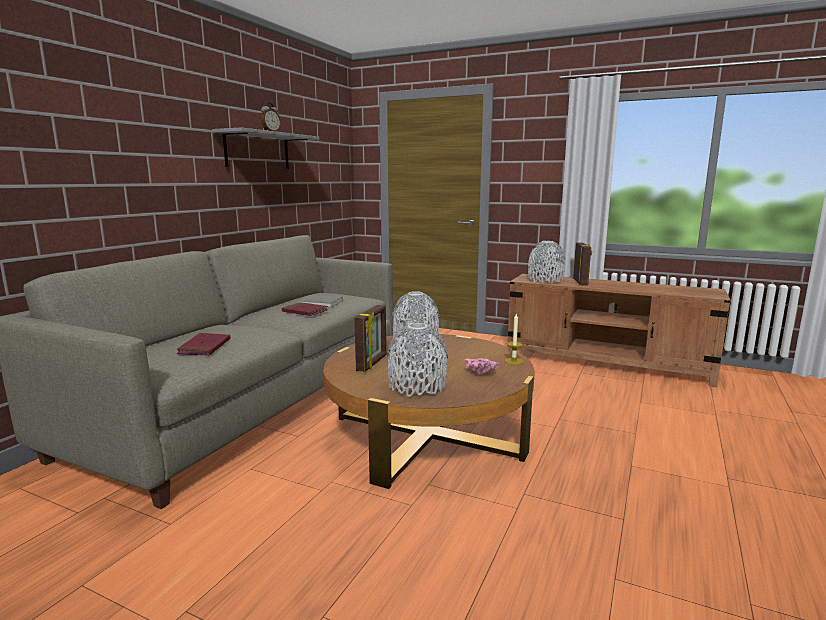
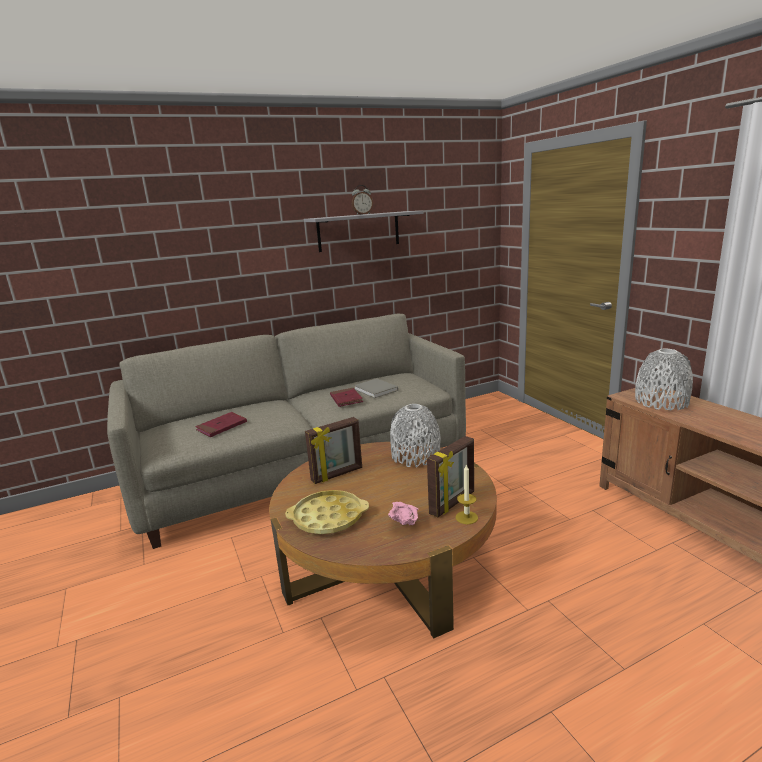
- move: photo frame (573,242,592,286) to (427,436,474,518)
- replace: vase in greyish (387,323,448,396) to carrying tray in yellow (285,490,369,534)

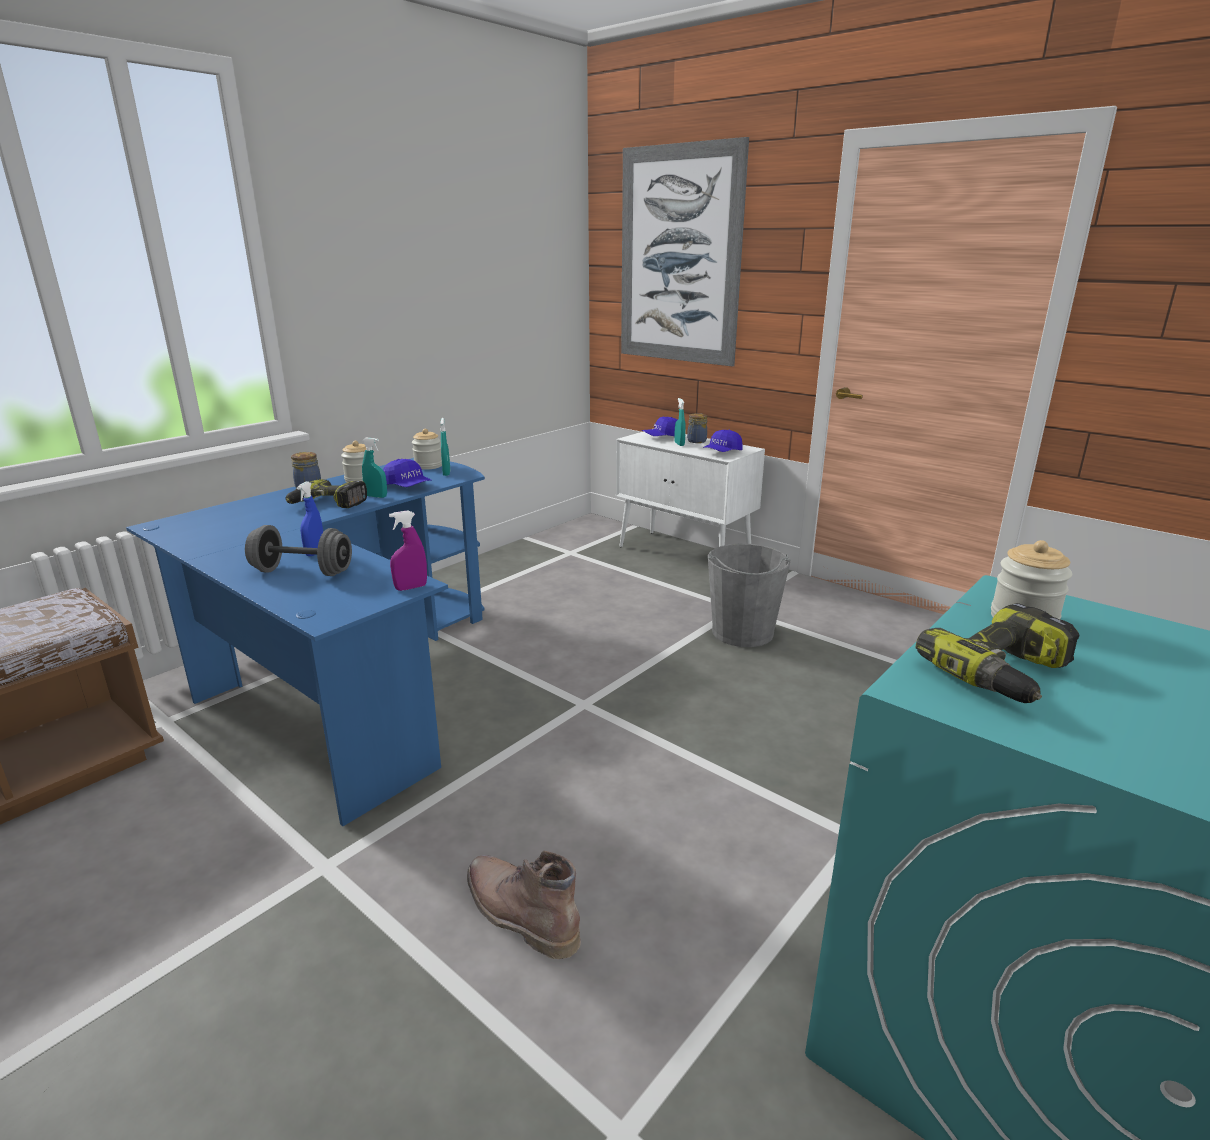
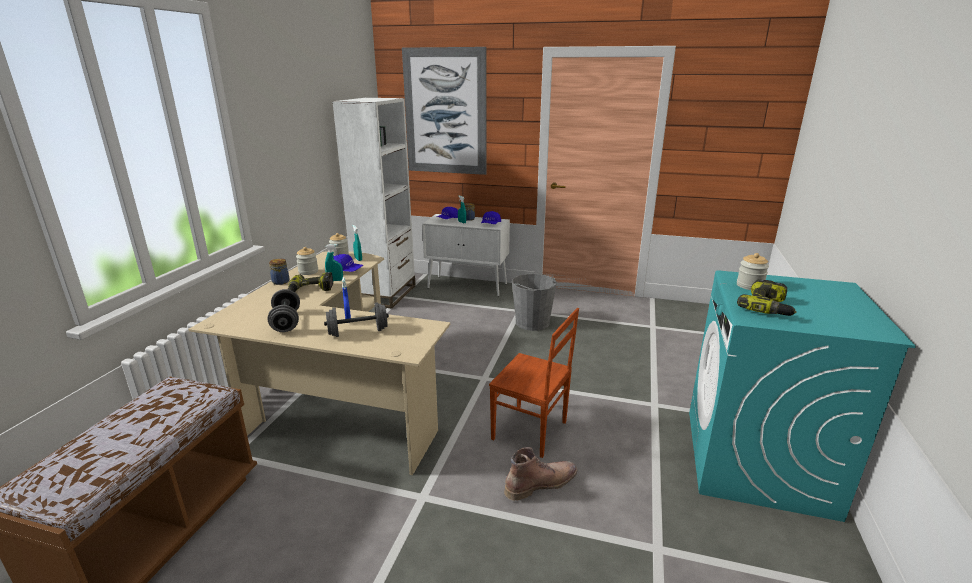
- recolor: desk table in blue (126,458,485,826) to desk table in sand-coloured (188,251,450,475)
- delete: hand sprayer in purple-coloured (389,510,427,591)
- rotate: tall boot in brown-coloured (467,850,581,959) = (504,447,577,501) 135 degrees clockwise
- insert: shelving unit in whitish (332,98,416,309)
- insert: dumbbell in greyish (268,289,300,332)
- insert: chair in brown-coloured (489,308,579,458)

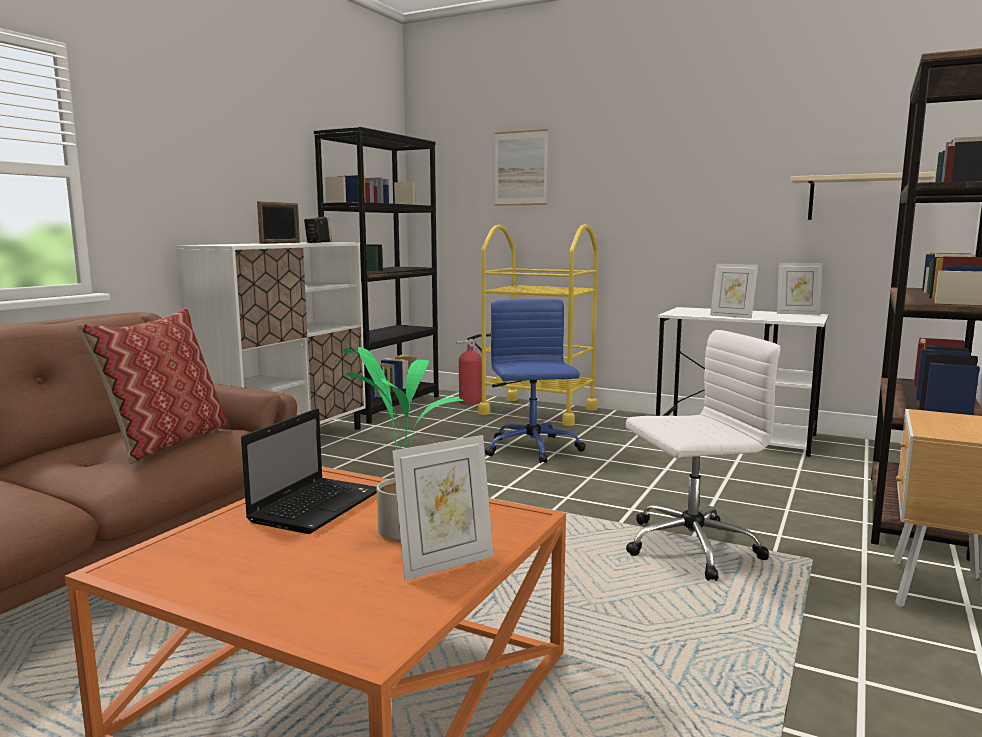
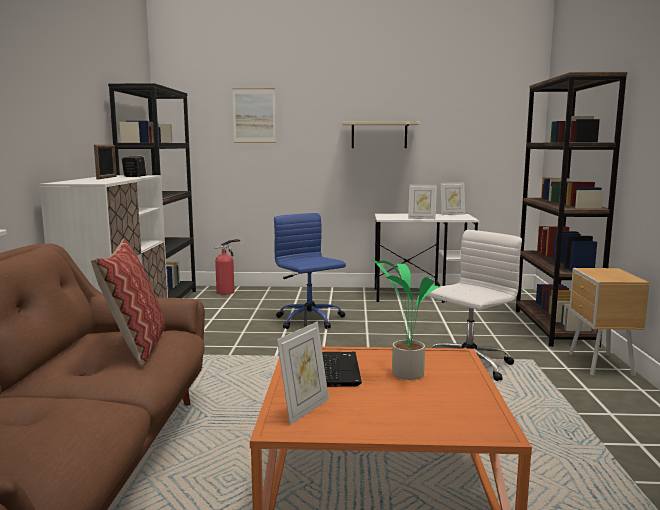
- move: wall shelf in sand-coloured (791,172,935,220) to (342,121,420,148)
- delete: cart in yellow (478,224,598,426)
- move: photo frame (392,435,494,581) to (277,322,329,425)

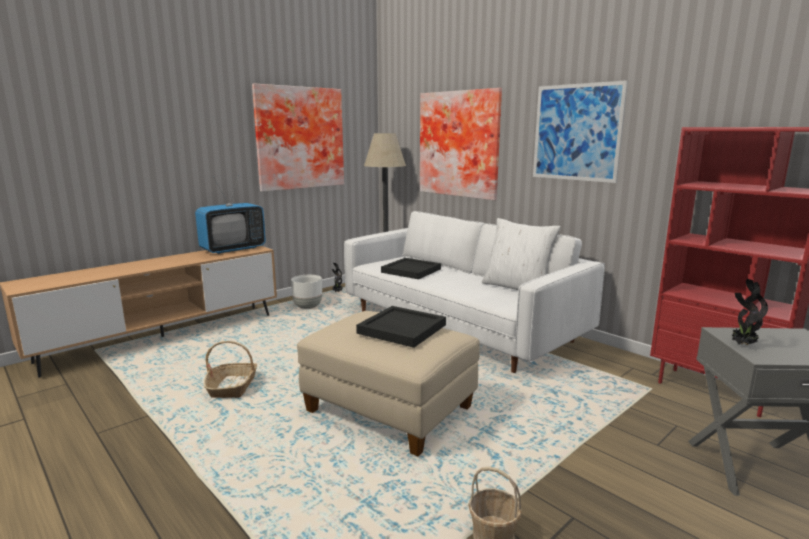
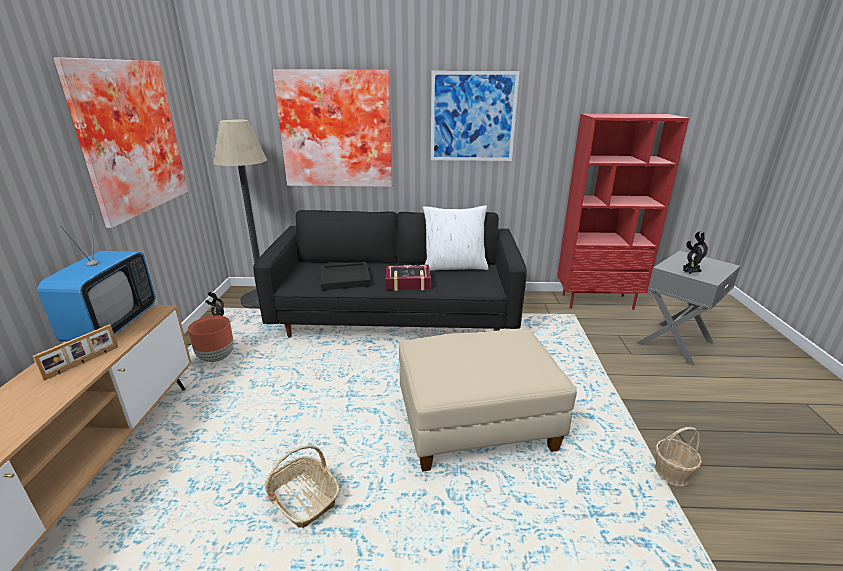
- recolor: sofa in whitish (344,211,605,373) to sofa in black (253,210,527,338)
- recolor: flower pot in whitish (291,275,322,309) to flower pot in brown-coloured (188,315,234,362)
- delete: carrying tray in black (356,306,446,348)
- insert: book (386,265,431,291)
- insert: photo frame (33,324,118,381)

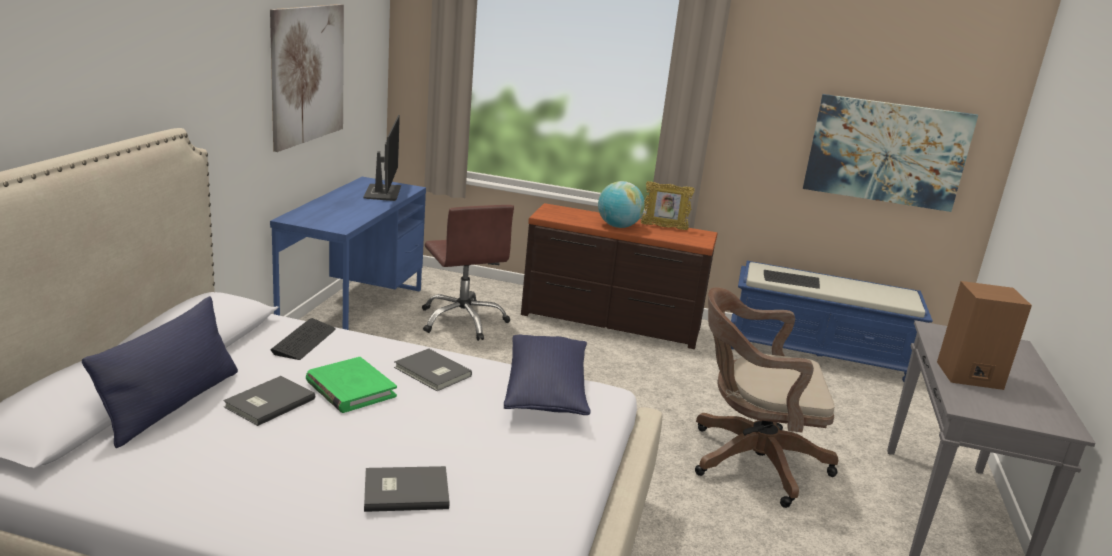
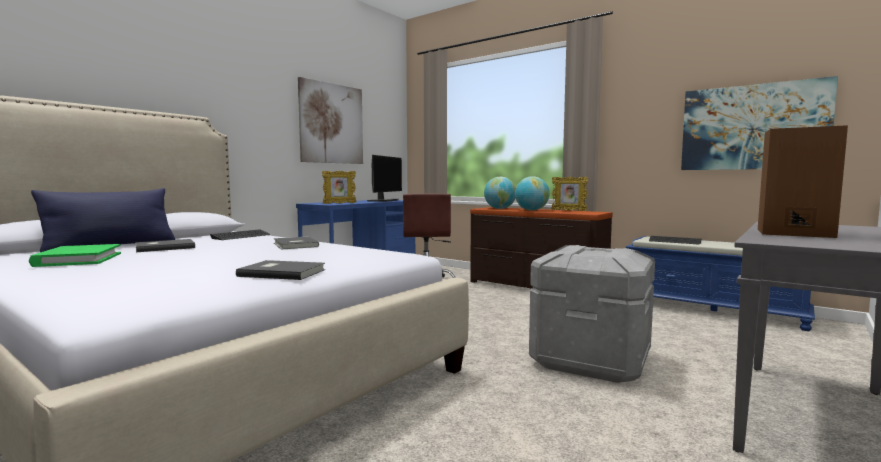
- replace: computer chair in brown-coloured (695,287,838,508) to storage box in greyish (529,245,655,383)
- delete: throw pillow in blue (504,335,591,415)
- move: book in greenish (306,357,397,413) to (29,244,121,267)
- move: book in greyish (364,466,450,512) to (236,260,325,280)
- insert: photo frame (322,171,356,204)
- insert: world globe (484,177,516,209)

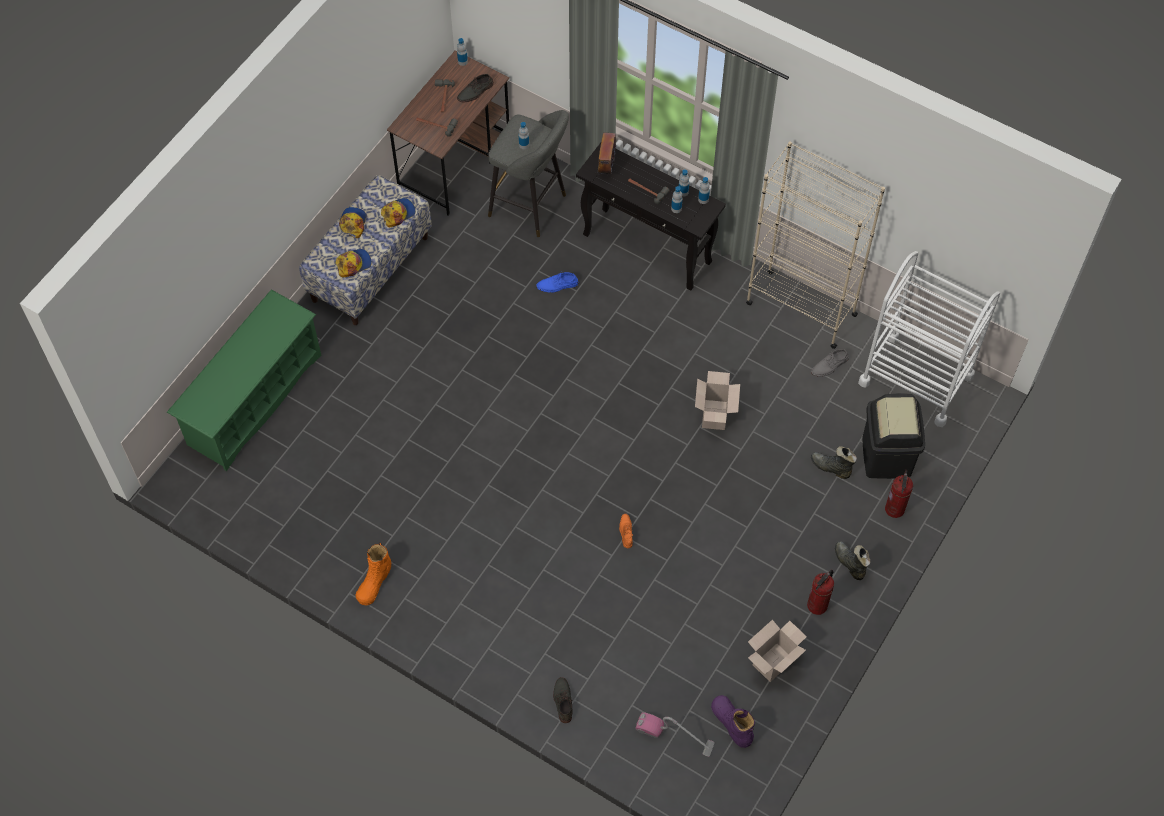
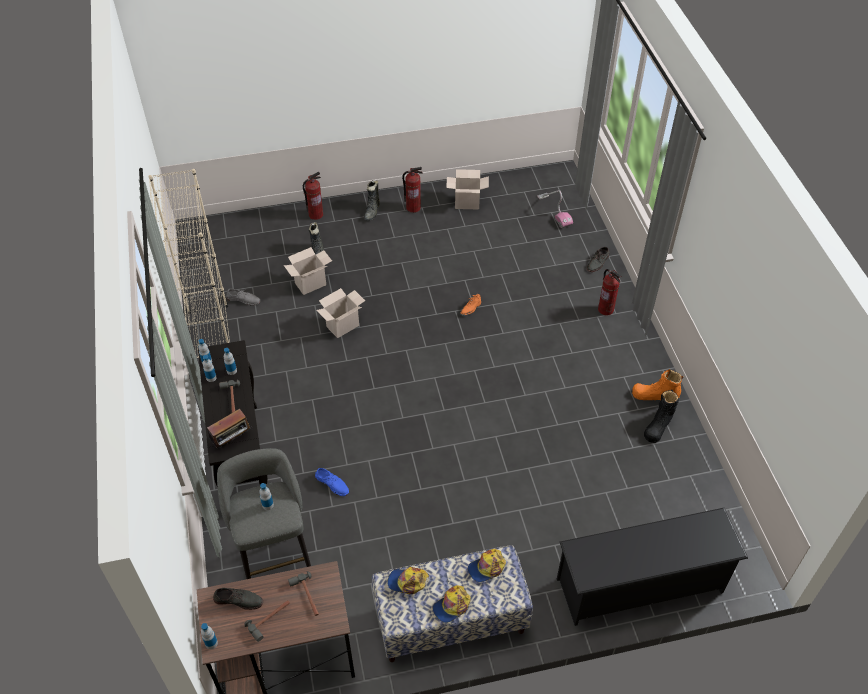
- rotate: cap (336,249,371,277) = (468,549,506,582) 45 degrees counterclockwise
- delete: cart in whitish (858,251,1000,427)
- recolor: shoe shelf in greenish (167,289,321,471) to shoe shelf in black (557,508,748,626)
- delete: waste bin in black (862,393,925,479)
- rotate: tall boot in orange (355,543,392,606) = (632,369,683,400) 150 degrees counterclockwise
- delete: tall boot in purple-coloured (711,695,755,748)
- insert: cardboard box (284,247,332,295)
- insert: extinguisher (598,269,621,315)
- insert: tall boot in black (644,390,679,443)

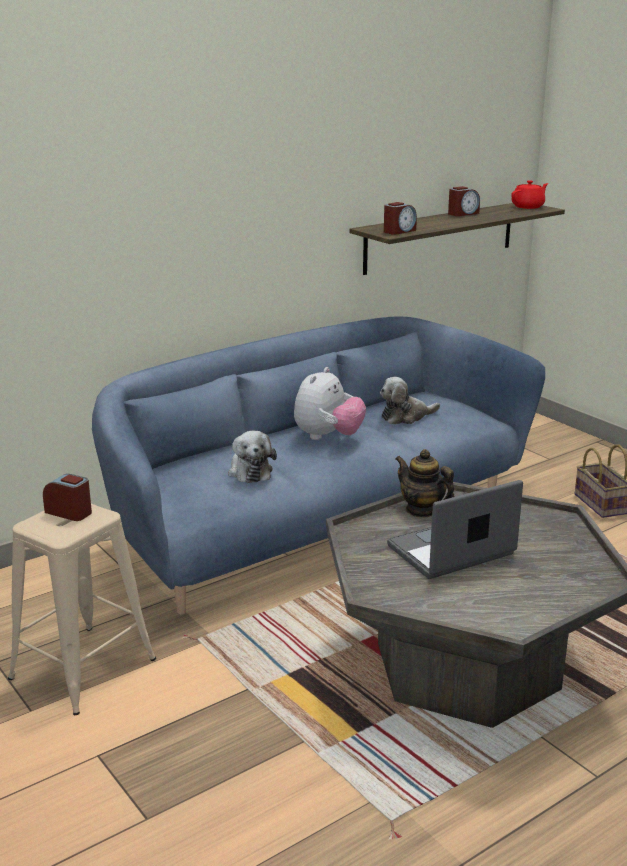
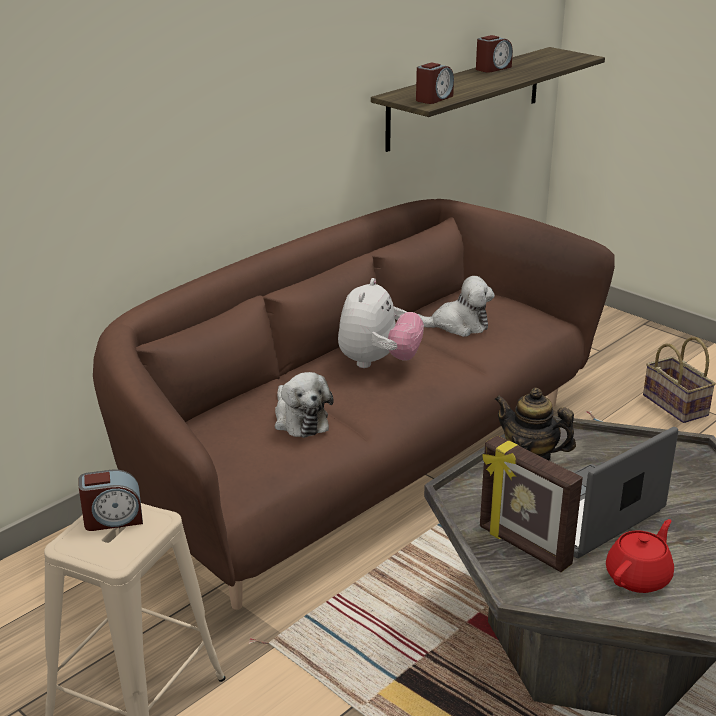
- move: teapot in red (511,180,548,209) to (606,519,674,593)
- recolor: sofa in blue (92,317,545,615) to sofa in brown-coloured (93,199,615,610)
- rotate: cuddly toy (380,377,440,424) = (418,276,495,337) 150 degrees counterclockwise
- rotate: bedside clock (43,474,92,521) = (78,470,143,531) 150 degrees clockwise
- insert: photo frame (480,435,583,572)

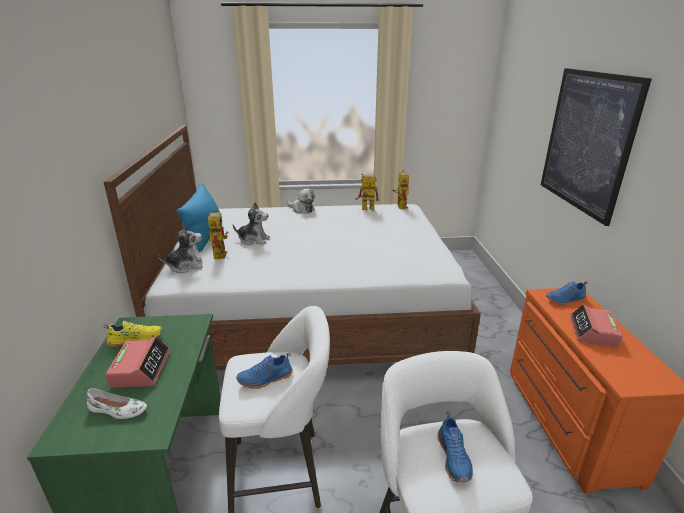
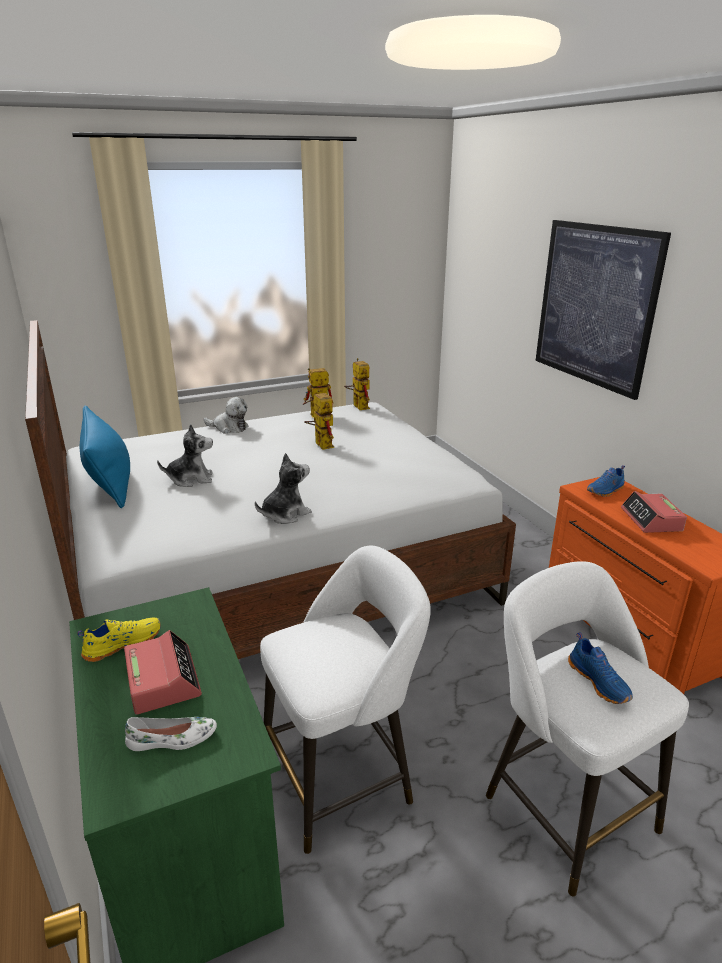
- move: robot figure (207,209,228,259) to (304,390,334,450)
- move: cuddly toy (158,223,203,273) to (255,453,312,524)
- delete: low shoe in blue (236,353,293,389)

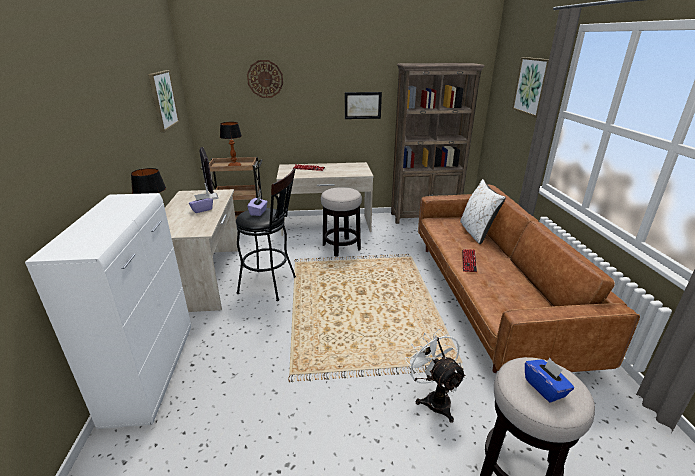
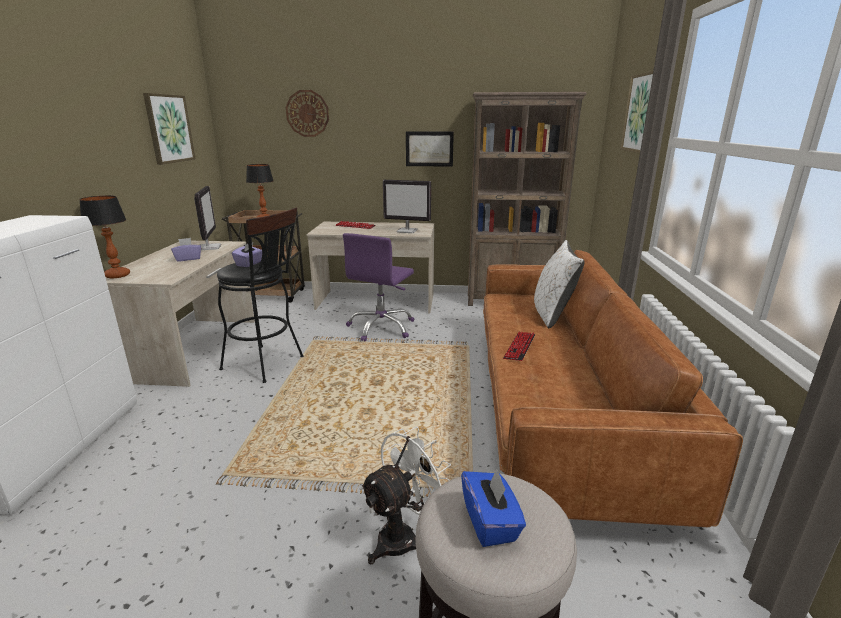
- replace: sitting stool (321,187,362,257) to computer chair in purple-coloured (343,233,414,341)
- rotate: fan in whitish (405,329,466,423) = (359,427,451,564) 60 degrees clockwise
- insert: computer screen (383,180,431,233)

